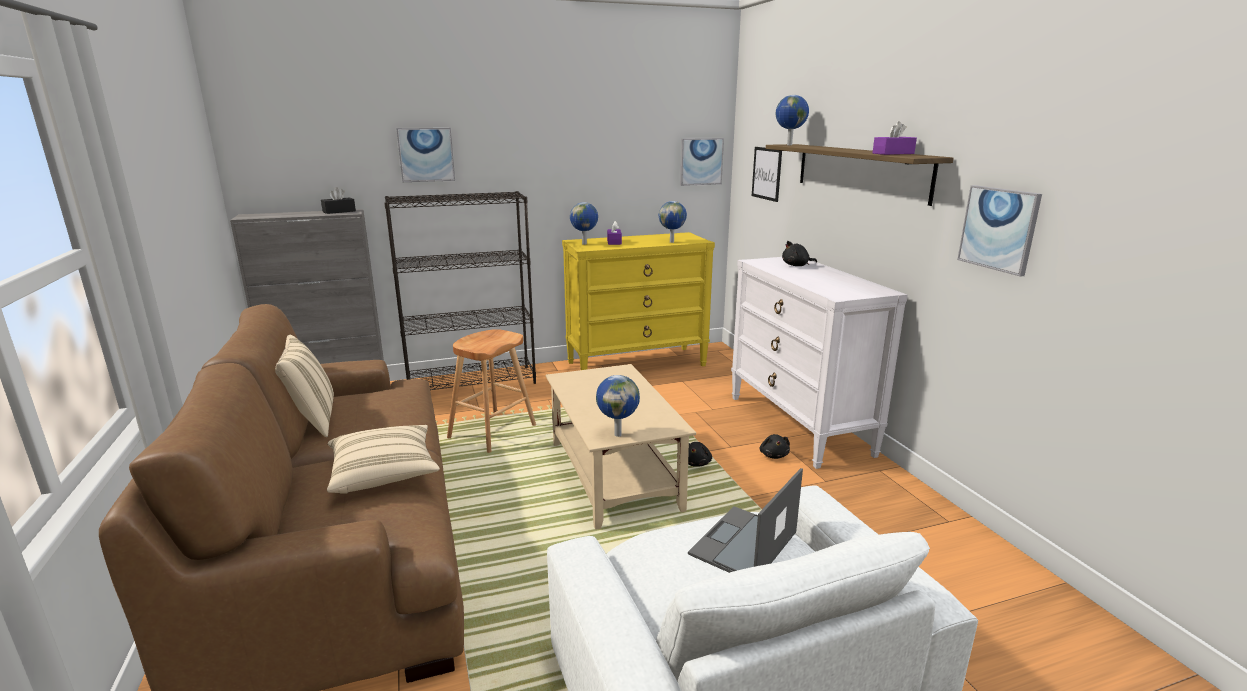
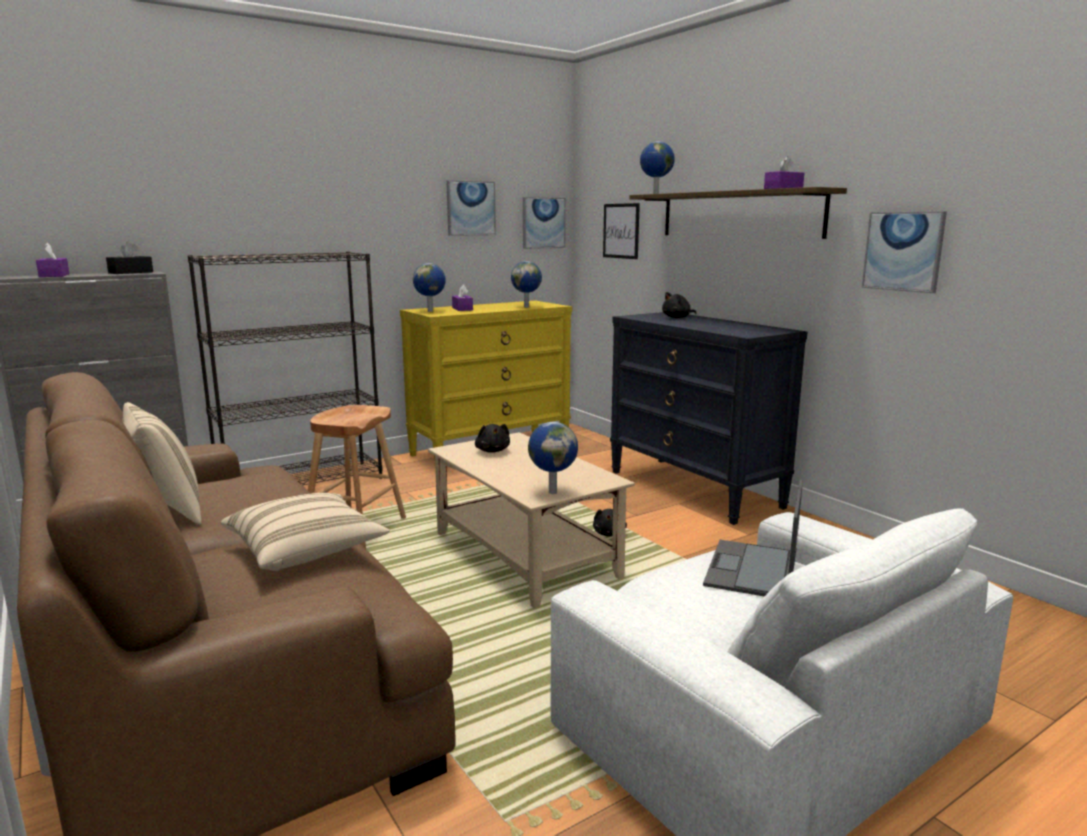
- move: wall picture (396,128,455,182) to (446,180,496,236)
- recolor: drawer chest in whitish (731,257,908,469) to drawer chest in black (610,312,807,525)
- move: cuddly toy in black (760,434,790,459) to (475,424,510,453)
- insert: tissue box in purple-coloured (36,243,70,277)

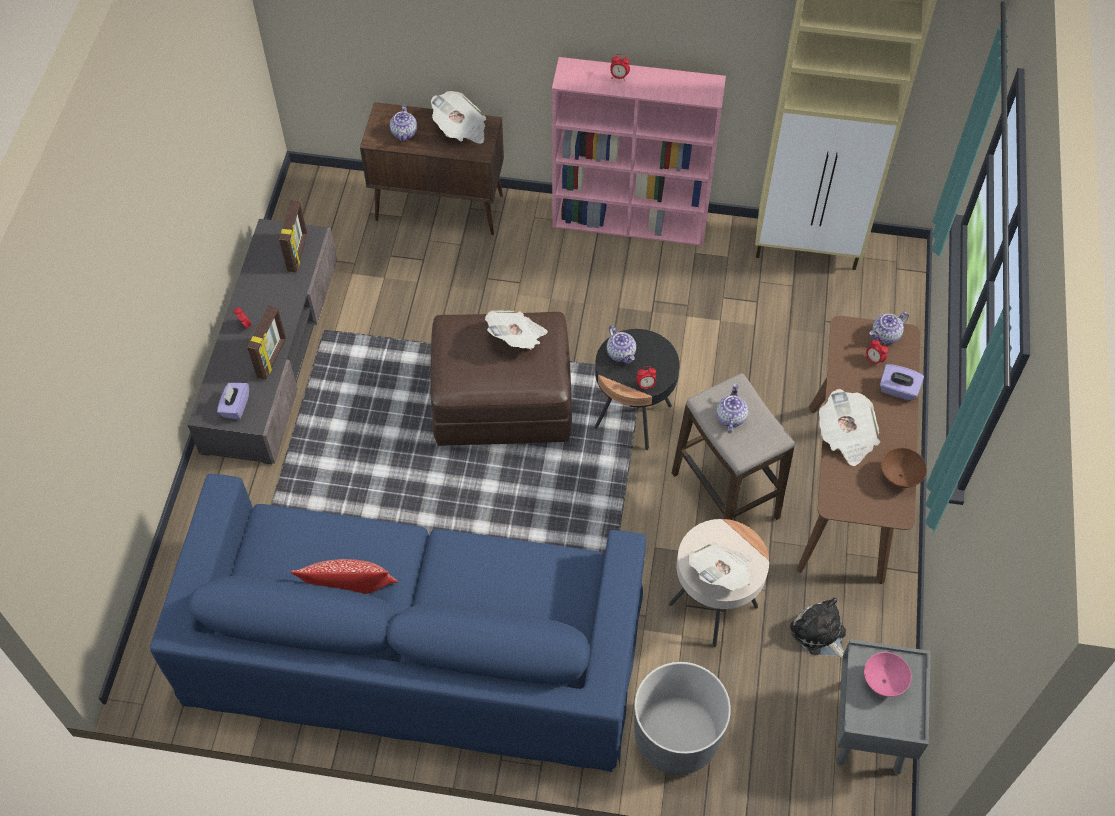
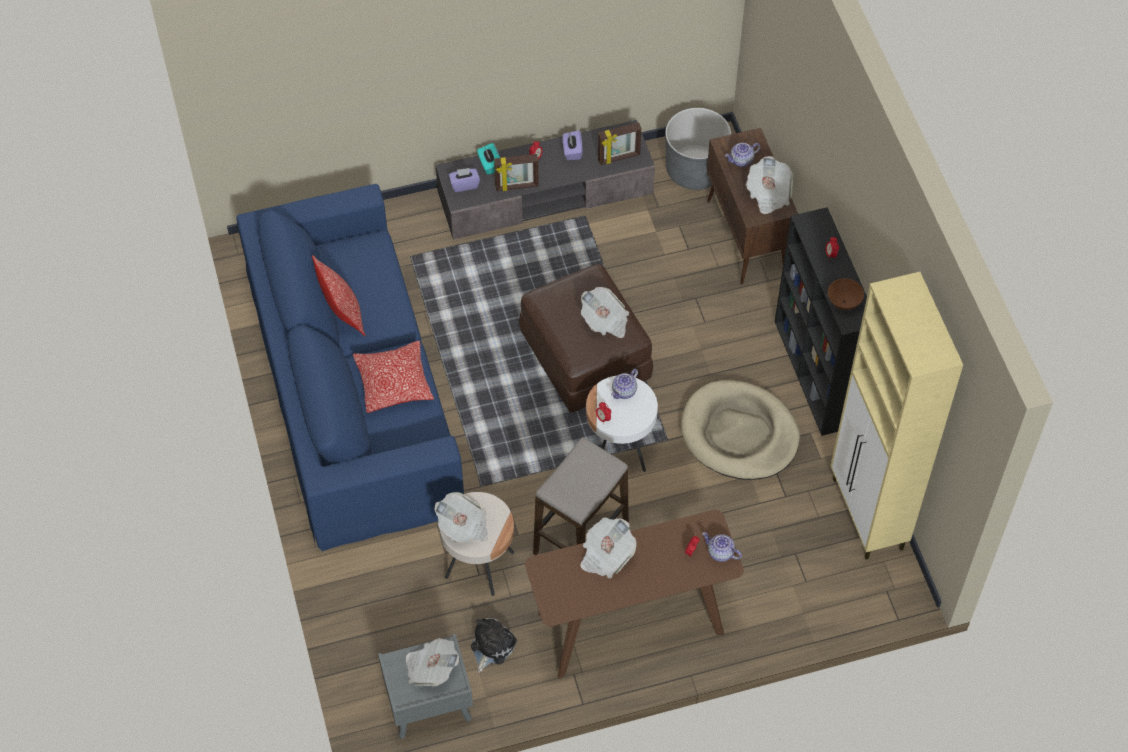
- recolor: shelving unit in pink-coloured (552,57,726,246) to shelving unit in black (775,207,867,436)
- recolor: side table in black (594,329,680,450) to side table in whitish (586,376,658,472)
- move: tissue box in purple-coloured (880,364,924,401) to (563,130,583,160)
- delete: teapot (716,384,748,433)
- move: serving bowl in brown-coloured (881,448,927,488) to (828,278,864,310)
- replace: serving bowl in pink-coloured (864,652,912,697) to daily paper (406,638,459,687)
- move: flower pot in greyish (634,662,731,775) to (665,108,731,190)
- insert: tissue box in turquoise (477,143,500,175)
- insert: throw pillow (353,341,434,413)
- insert: dog cushion in sand-coloured (681,380,800,480)

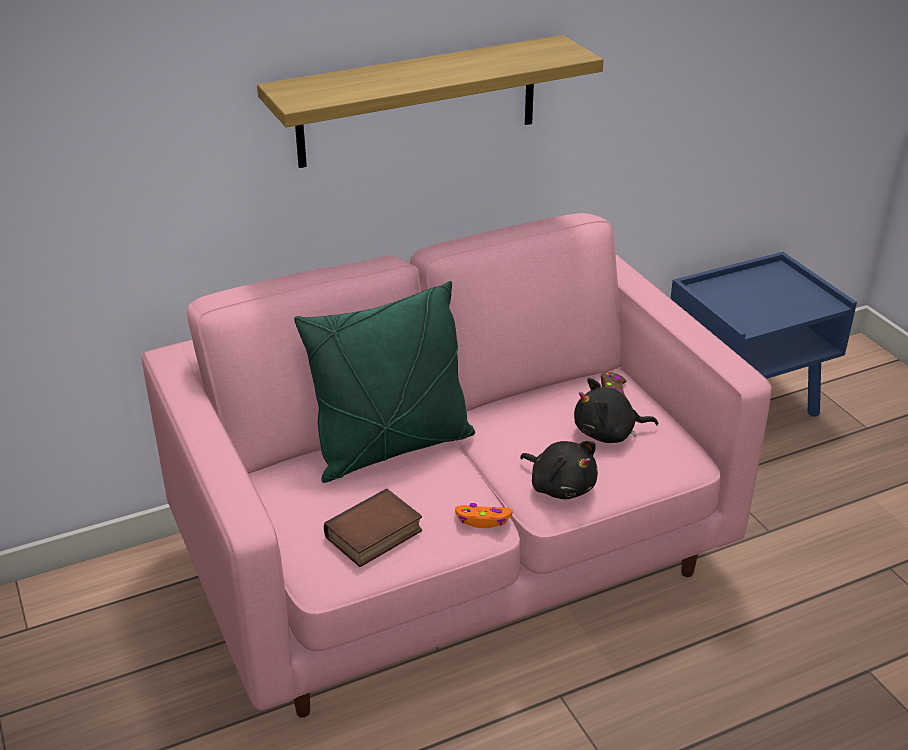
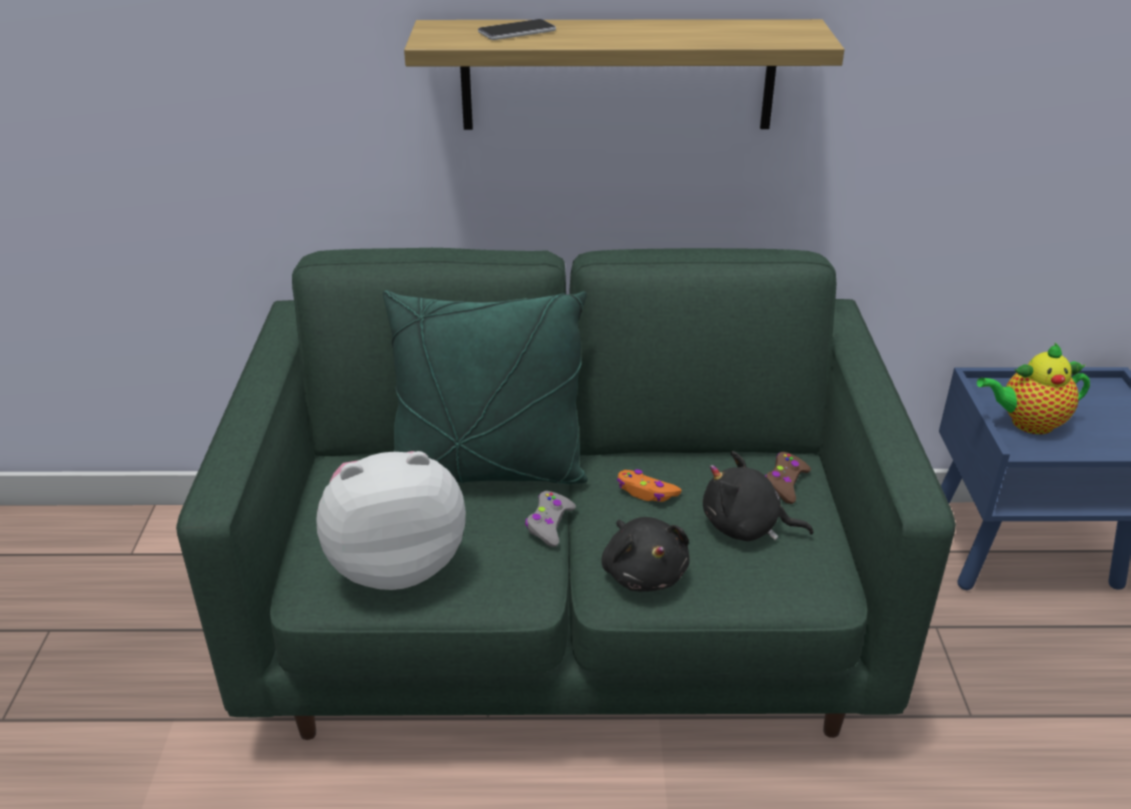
- recolor: sofa in pink-coloured (141,213,772,718) to sofa in greenish (176,248,956,740)
- replace: book (324,488,422,567) to cuddly toy (316,451,466,590)
- move: gamepad in orange (455,503,513,528) to (617,469,682,502)
- insert: telephone (478,19,556,40)
- insert: teapot (977,343,1090,434)
- insert: gamepad in greyish (525,491,576,547)

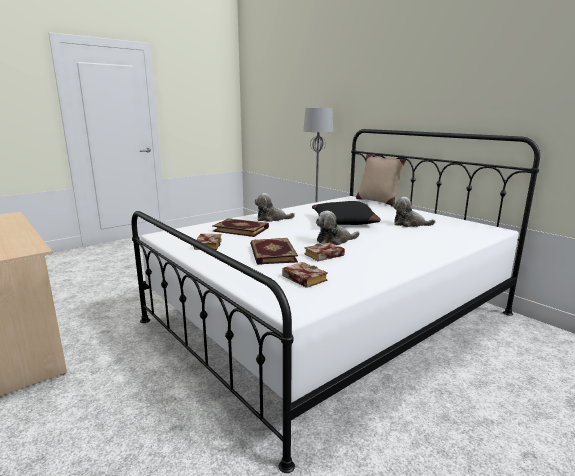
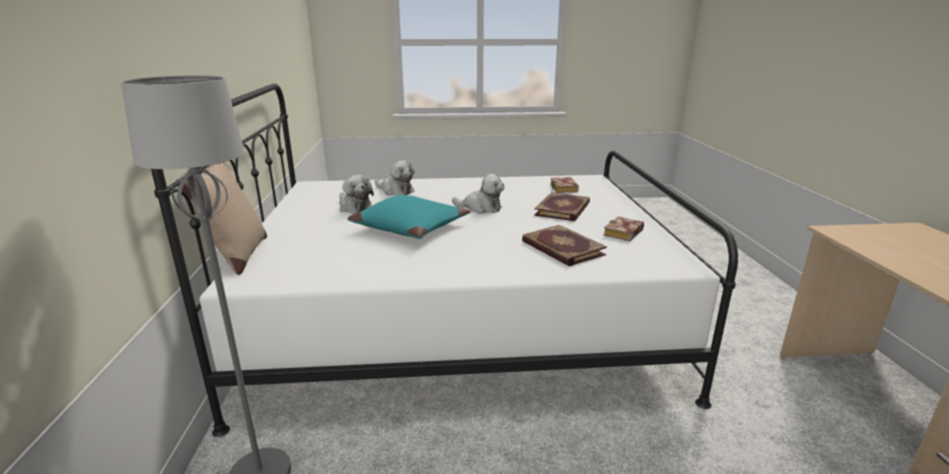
- move: cuddly toy (255,193,295,222) to (375,160,415,196)
- recolor: throw pillow in black (312,201,381,225) to throw pillow in turquoise (348,195,471,239)
- delete: book (304,242,345,261)

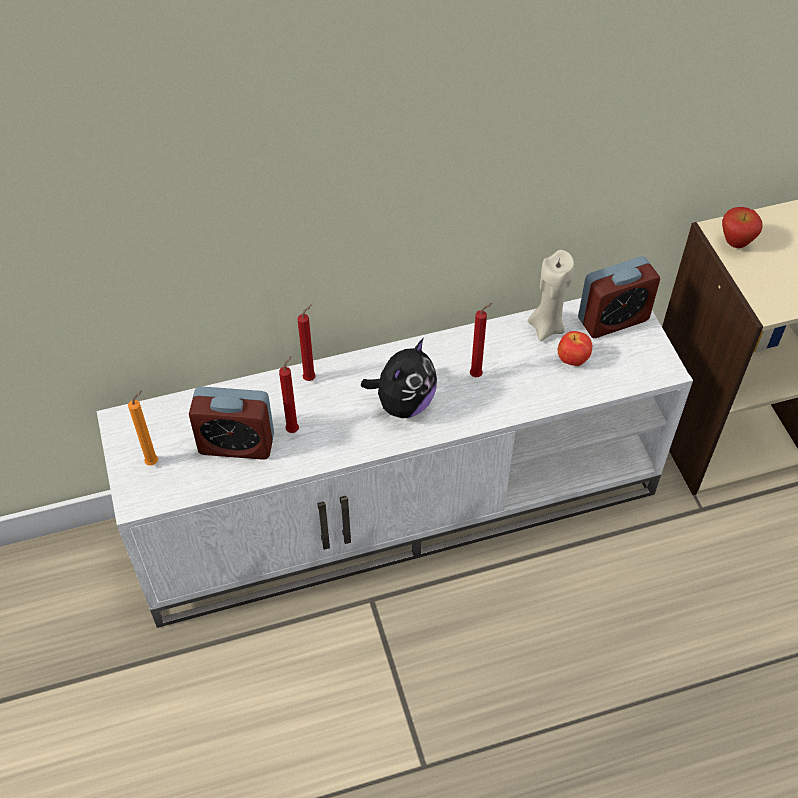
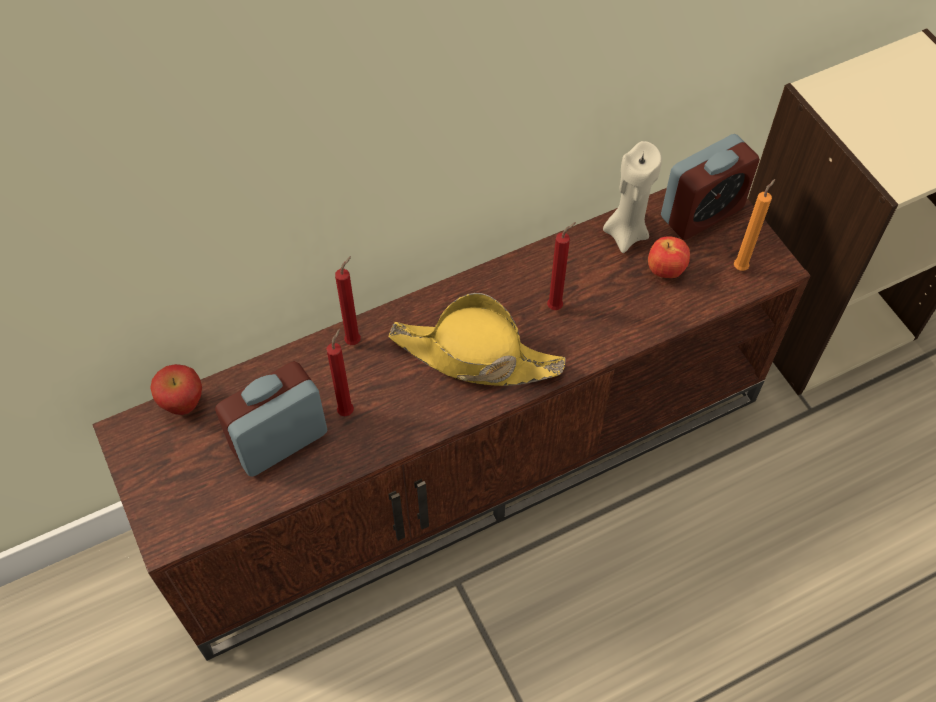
- move: whole apple (722,207,762,248) to (150,364,202,415)
- recolor: tv stand in whitish (97,298,693,628) to tv stand in brown-coloured (92,188,811,661)
- replace: cuddly toy (361,339,437,418) to wearable hat in yellow (388,293,566,386)
- rotate: bedside clock (189,386,274,460) = (215,361,327,477) 150 degrees clockwise
- move: wax candle in orange (128,390,158,465) to (734,179,775,271)

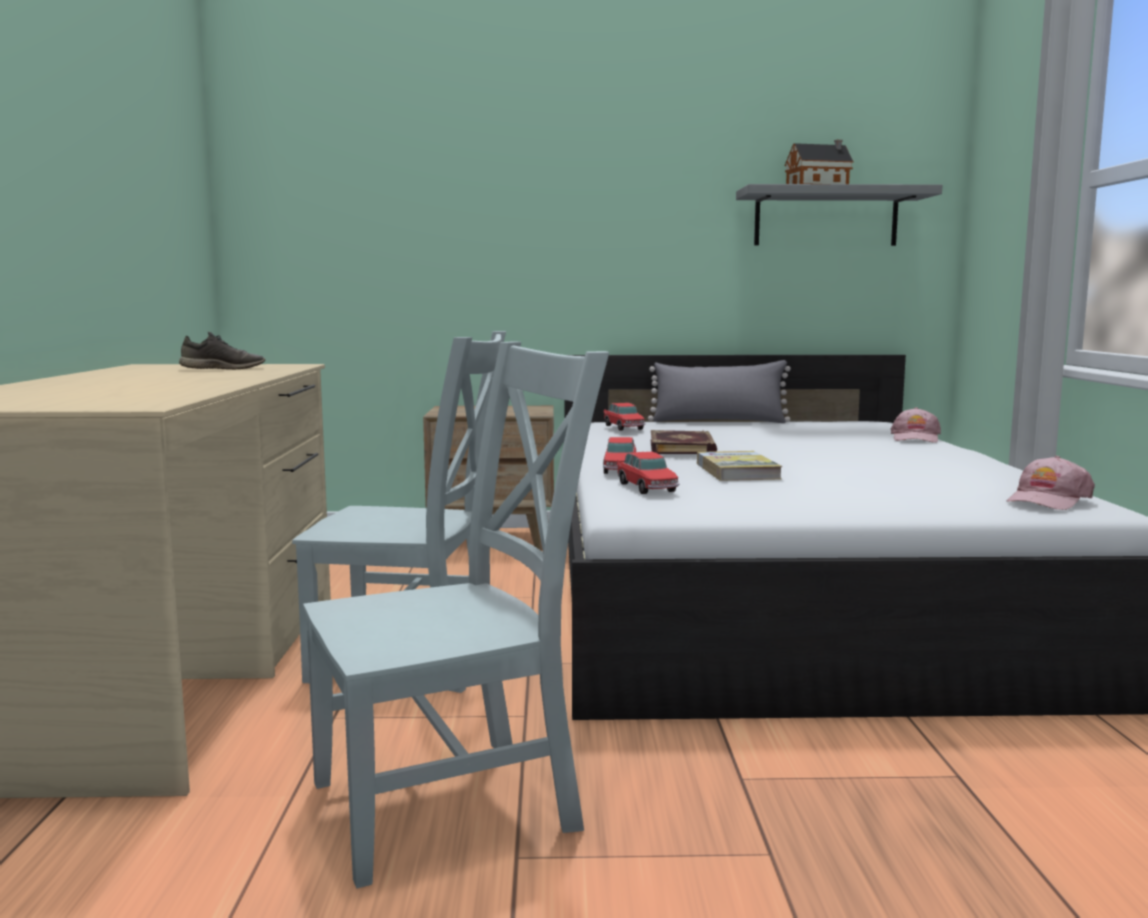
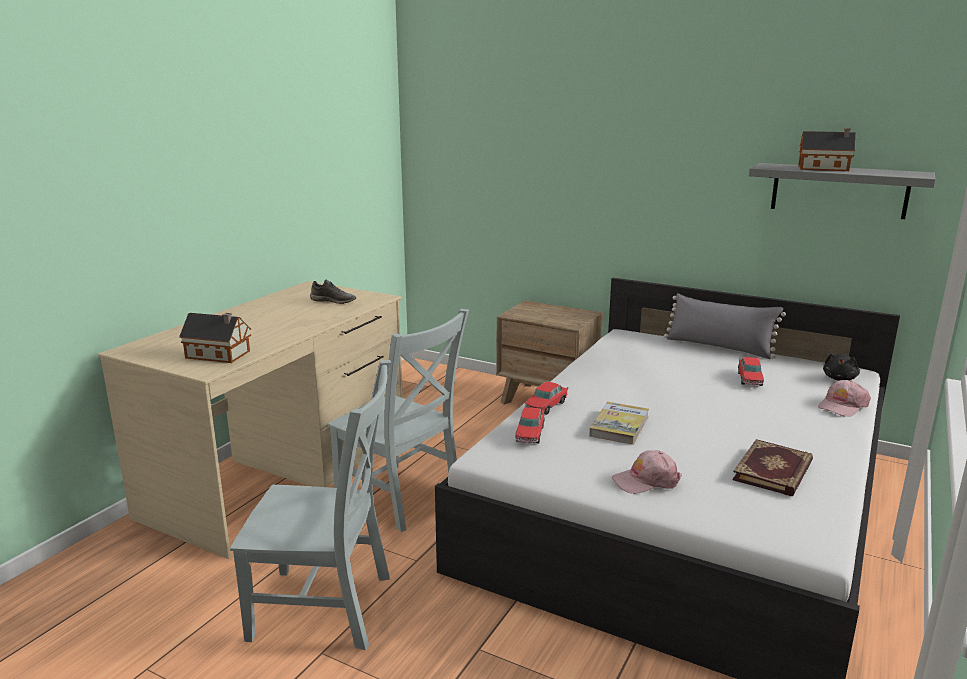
- move: model car (604,403,645,431) to (738,357,764,386)
- move: book (651,430,717,454) to (733,439,813,496)
- move: cap in pink-coloured (1007,456,1095,510) to (612,450,682,494)
- insert: miniature house (179,313,251,363)
- insert: cuddly toy in black (823,353,860,381)

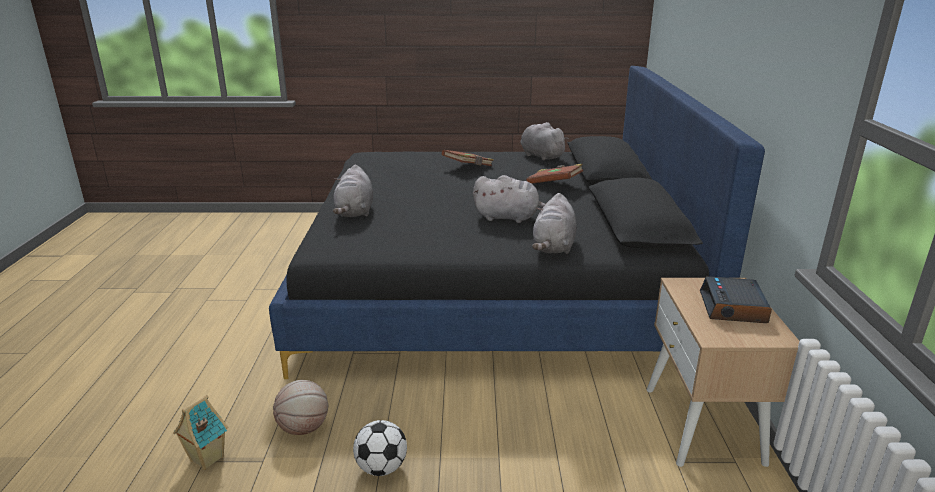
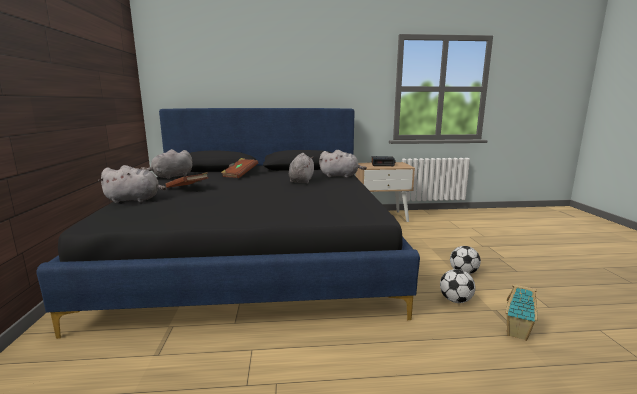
- move: cuddly toy in greyish (333,165,373,217) to (98,165,167,203)
- replace: basketball ball (273,380,328,435) to football ball (440,269,475,303)

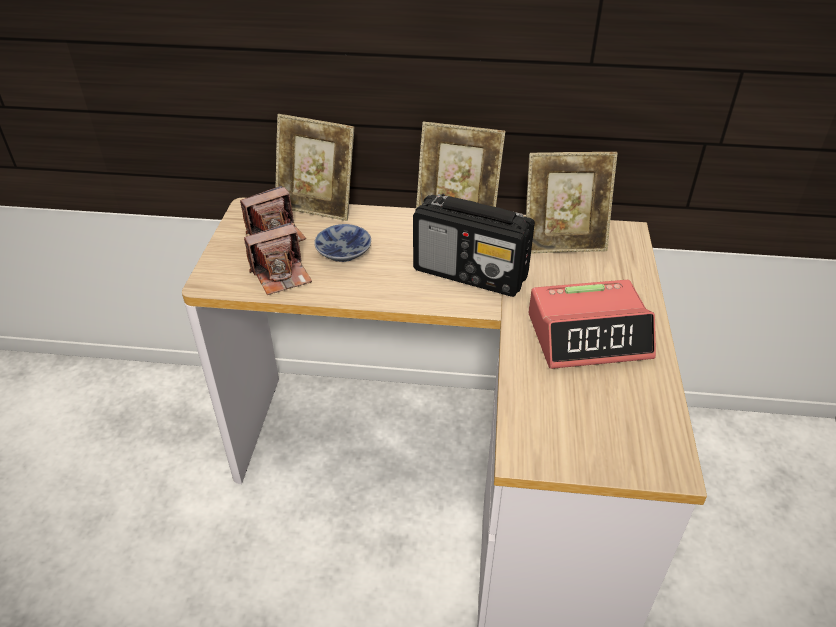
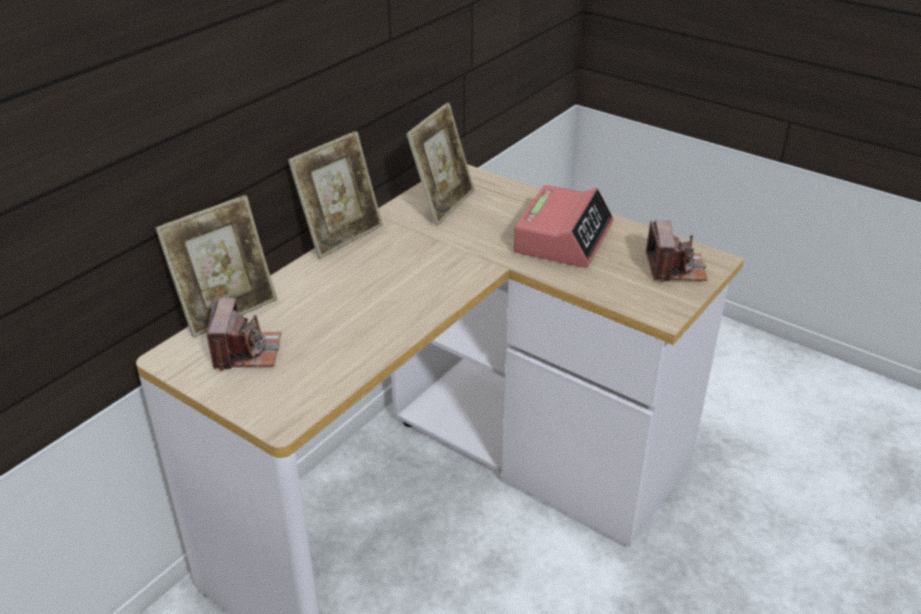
- delete: radio set (413,194,535,297)
- move: still camera (244,222,312,295) to (646,220,708,283)
- delete: serving bowl (314,224,371,262)

